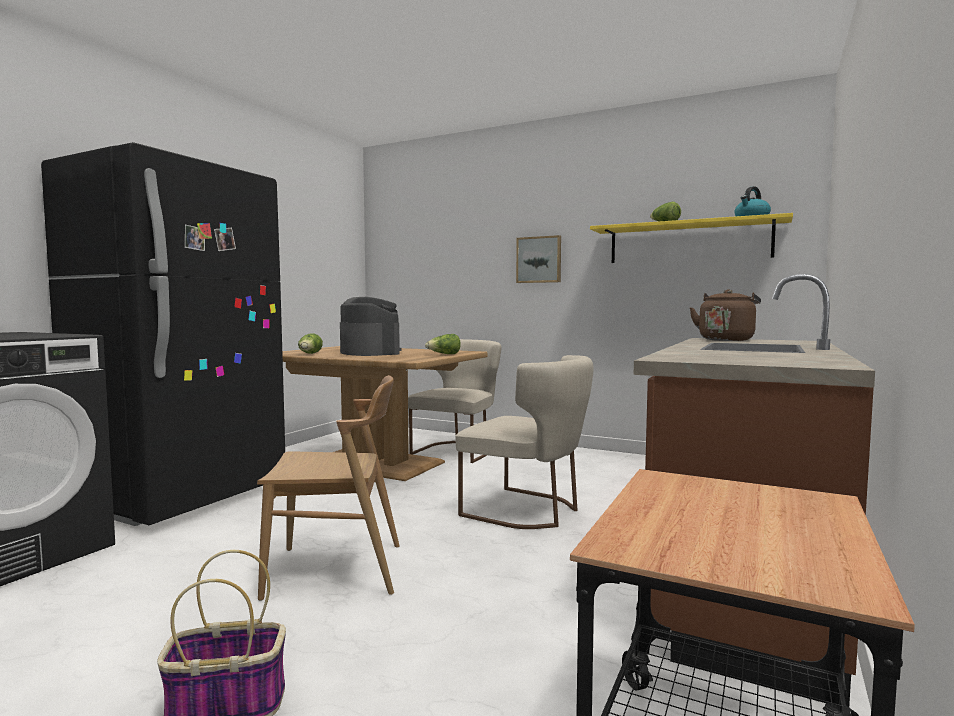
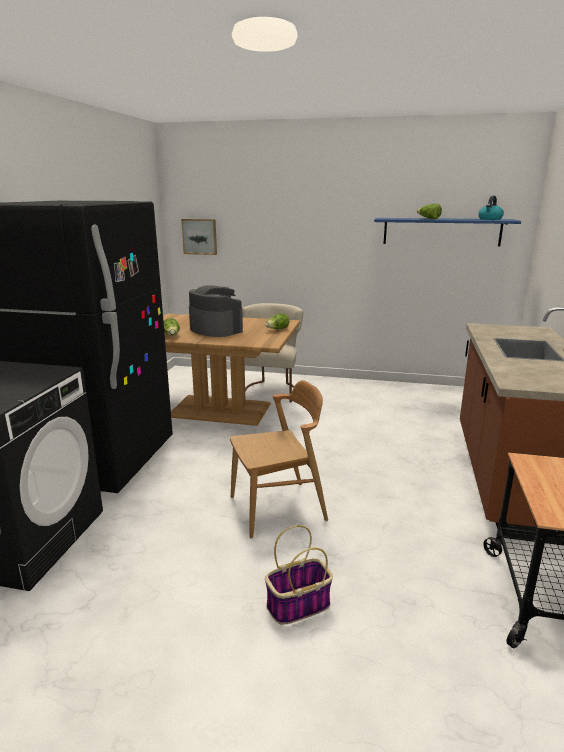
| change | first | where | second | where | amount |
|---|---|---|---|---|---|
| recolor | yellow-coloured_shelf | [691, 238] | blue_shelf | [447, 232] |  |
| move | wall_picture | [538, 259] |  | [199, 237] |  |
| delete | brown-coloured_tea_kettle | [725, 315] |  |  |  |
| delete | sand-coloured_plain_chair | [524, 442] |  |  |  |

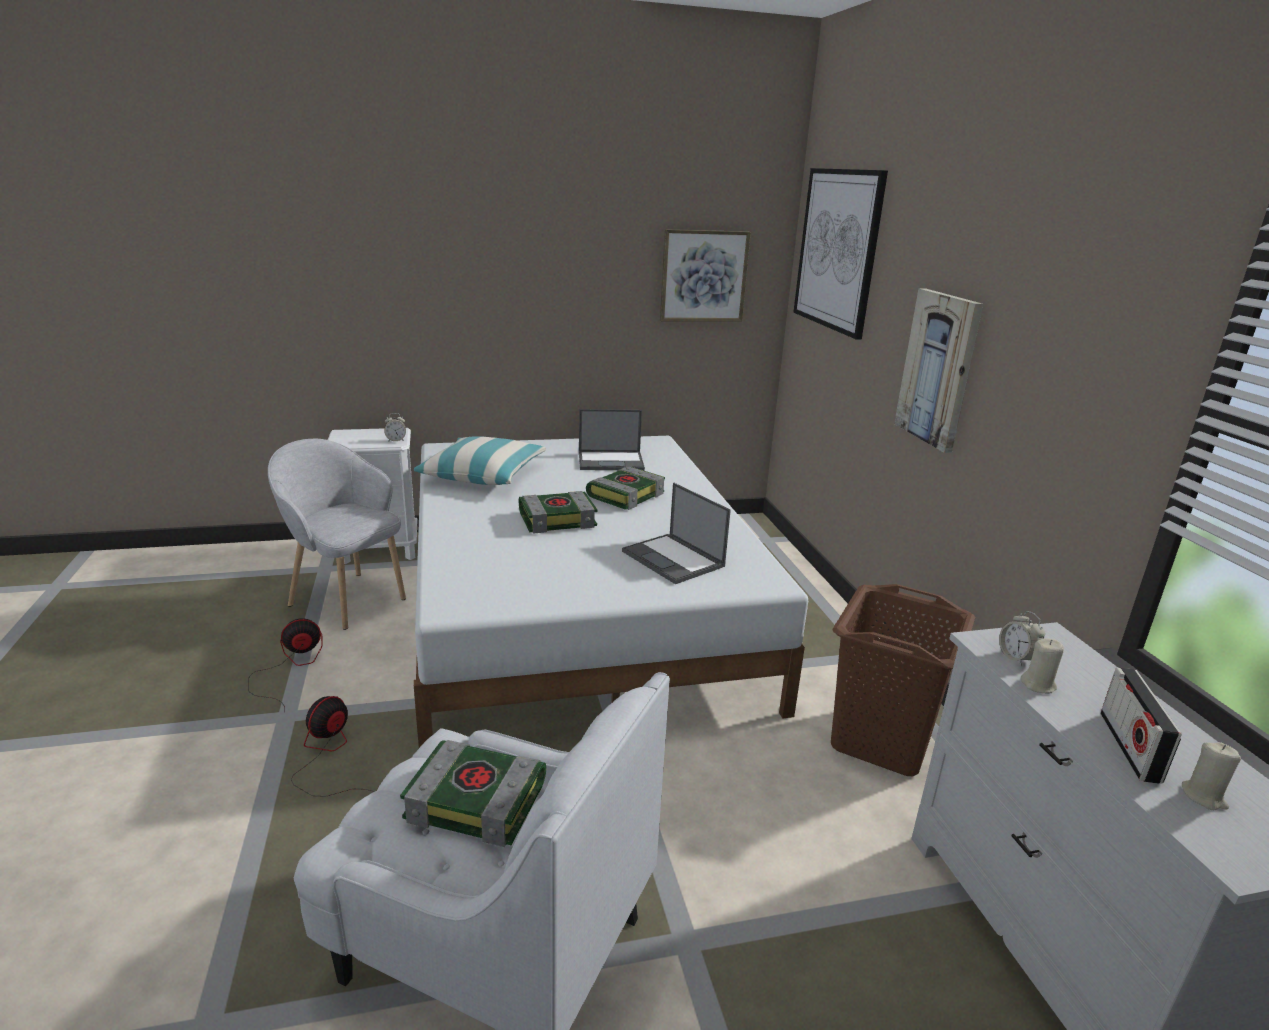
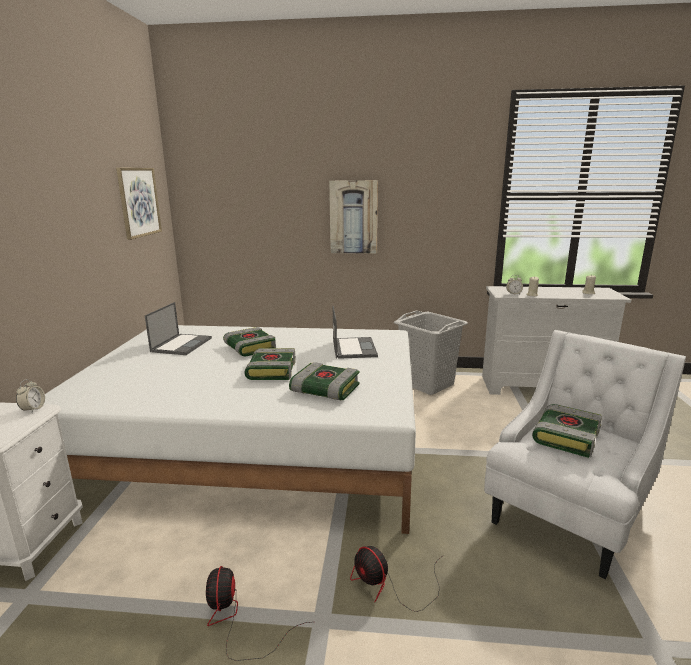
| change | first | where | second | where | amount |
|---|---|---|---|---|---|
| delete | wall_picture | [840, 253] |  |  |  |
| delete | cushion | [480, 460] |  |  |  |
| delete | grey_armchair | [337, 534] |  |  |  |
| rotate | portable_computer | [676, 533] |  | [355, 332] | 75 degrees counterclockwise |
| recolor | brown-coloured_laundry_basket | [903, 680] | grey_laundry_basket | [431, 352] |  |
| delete | radio_set | [1141, 726] |  |  |  |
| insert |  |  | volume | [324, 381] |  |

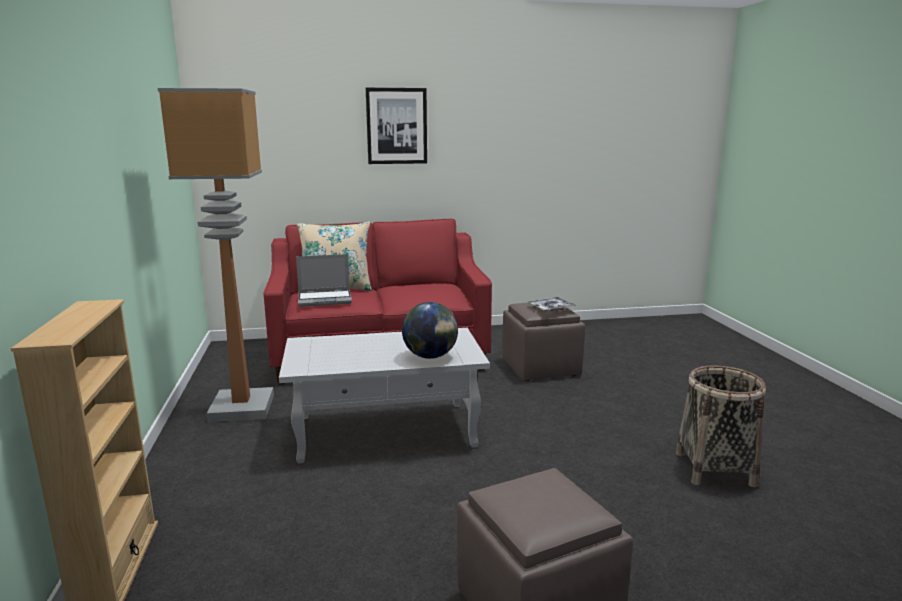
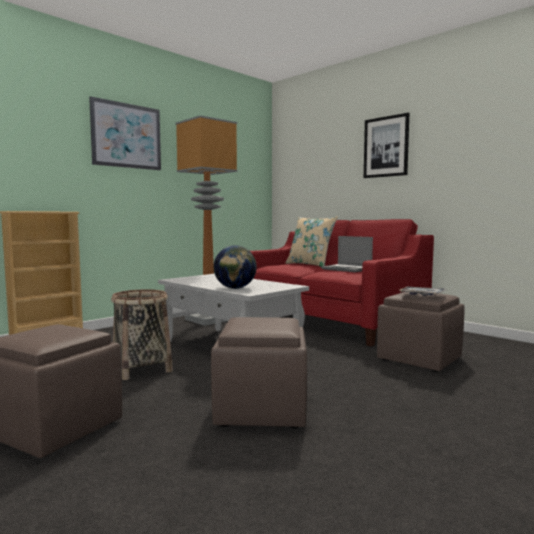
| change | first | where | second | where | amount |
|---|---|---|---|---|---|
| move | portable_computer | [324, 280] |  | [347, 254] |  |
| move | basket | [721, 426] |  | [142, 334] |  |
| insert |  |  | wall_picture | [125, 133] |  |
| insert |  |  | brown-coloured_pouffe | [259, 372] |  |

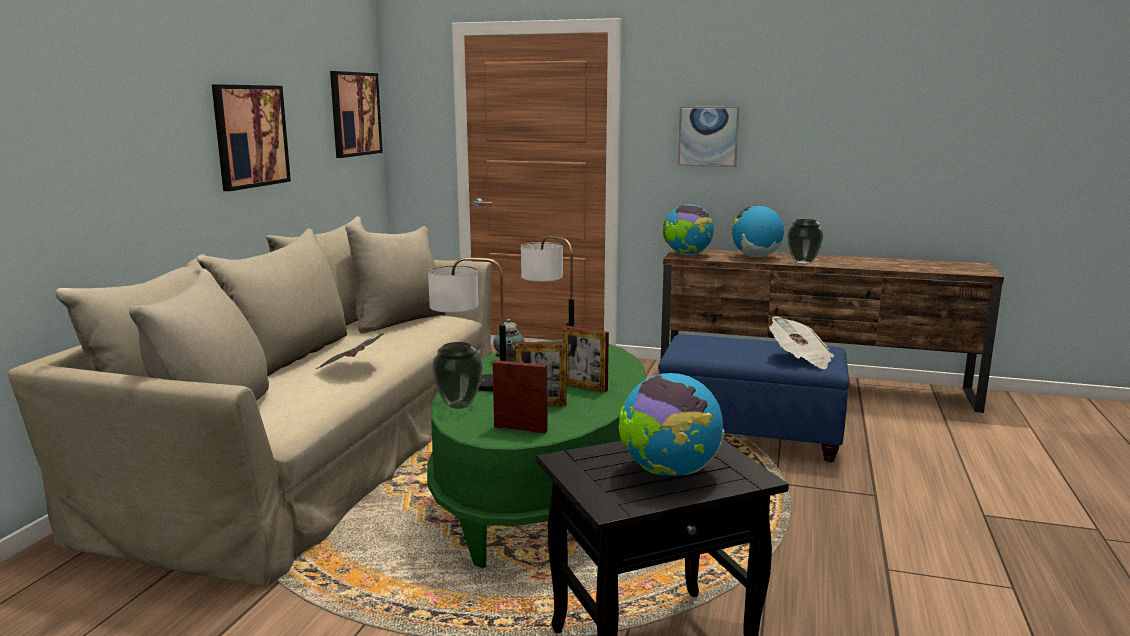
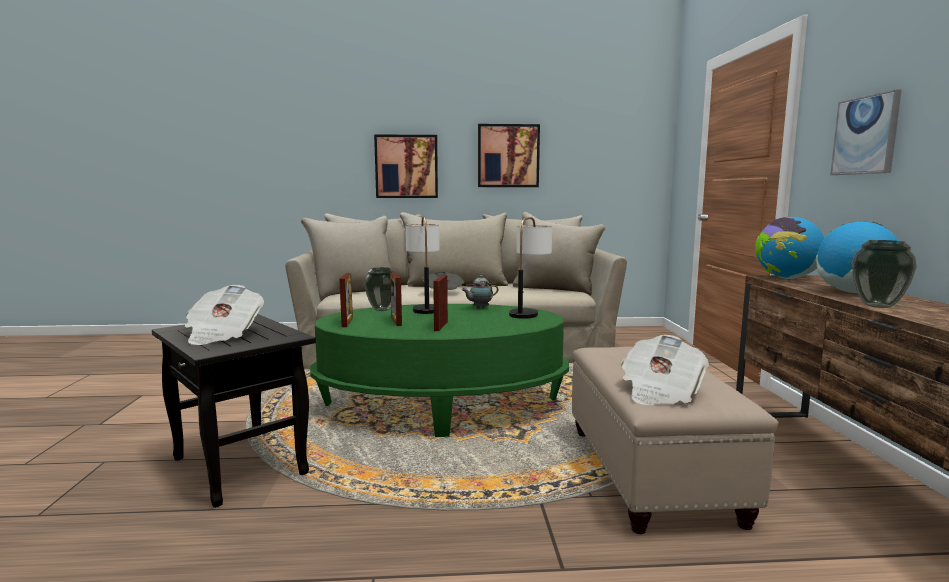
| change | first | where | second | where | amount |
|---|---|---|---|---|---|
| move | wall_picture | [356, 114] |  | [406, 166] |  |
| recolor | blue_pouffe | [753, 398] | sand-coloured_pouffe | [675, 440] |  |
| replace | globe | [671, 424] | printed_paper | [224, 315] |  |

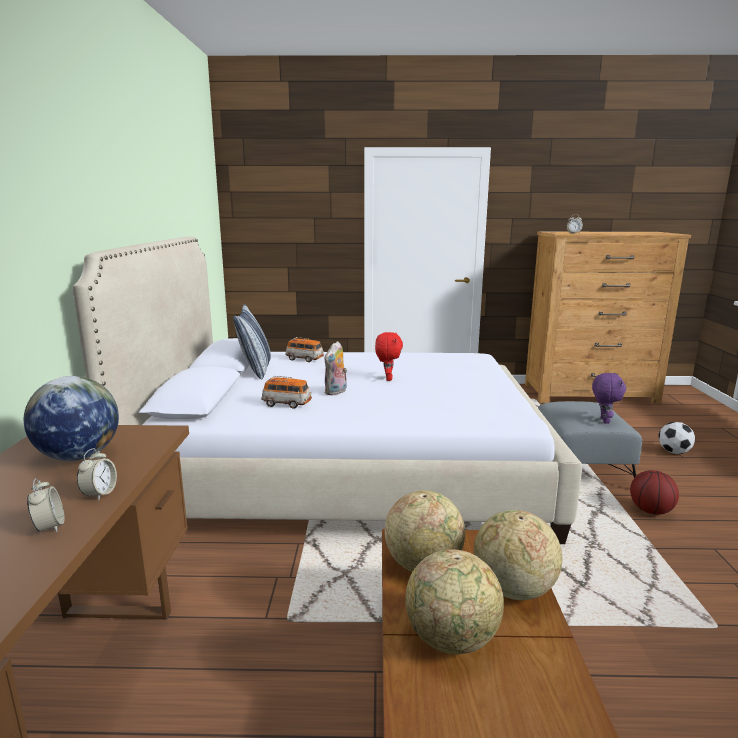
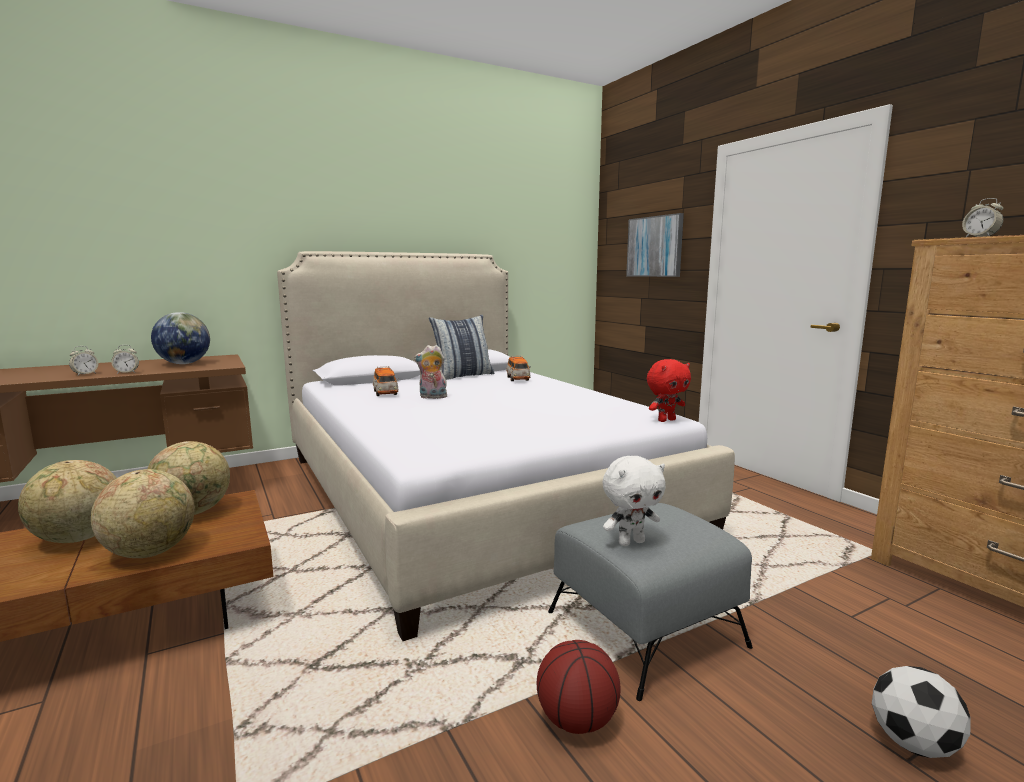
| change | first | where | second | where | amount |
|---|---|---|---|---|---|
| move | reddish_plush_toy | [389, 356] |  | [669, 390] |  |
| recolor | purplish_plush_toy | [609, 398] | white-coloured_plush_toy | [634, 501] |  |
| insert |  |  | wall_picture | [655, 245] |  |

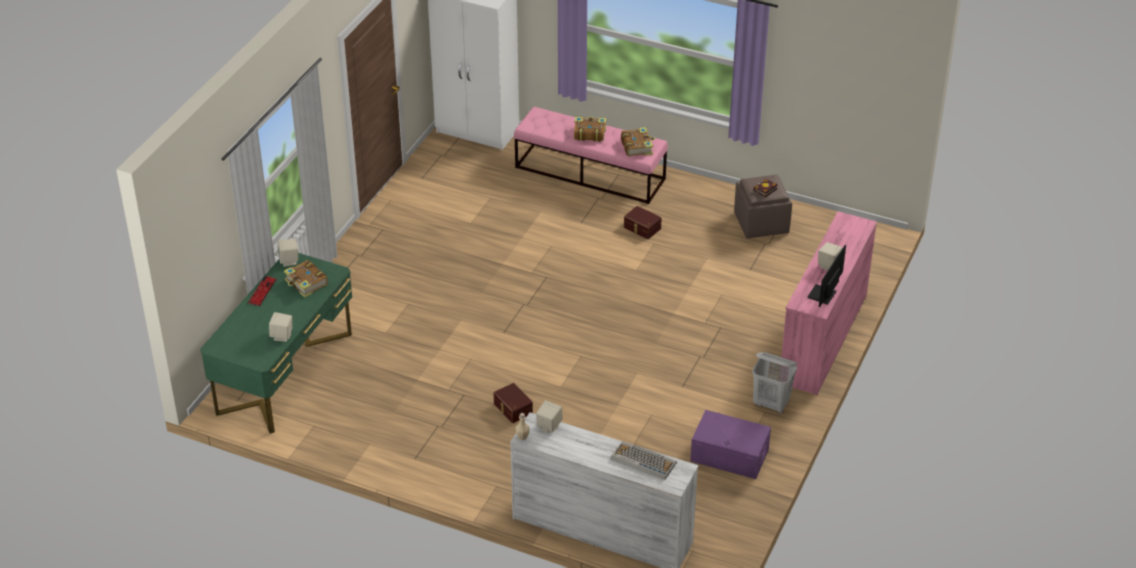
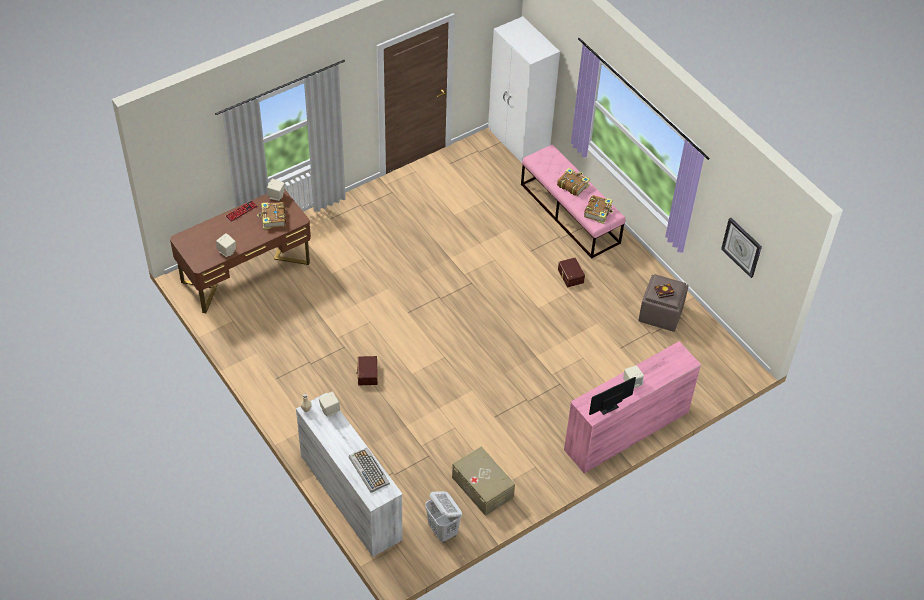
| change | first | where | second | where | amount |
|---|---|---|---|---|---|
| recolor | greenish_desk | [276, 343] | brown-coloured_desk | [240, 251] |  |
| move | white-coloured_laundry_basket | [774, 382] |  | [443, 517] |  |
| recolor | purplish_storage_container | [730, 444] | sand-coloured_storage_container | [483, 481] |  |
| insert |  |  | wall_clock | [741, 248] |  |

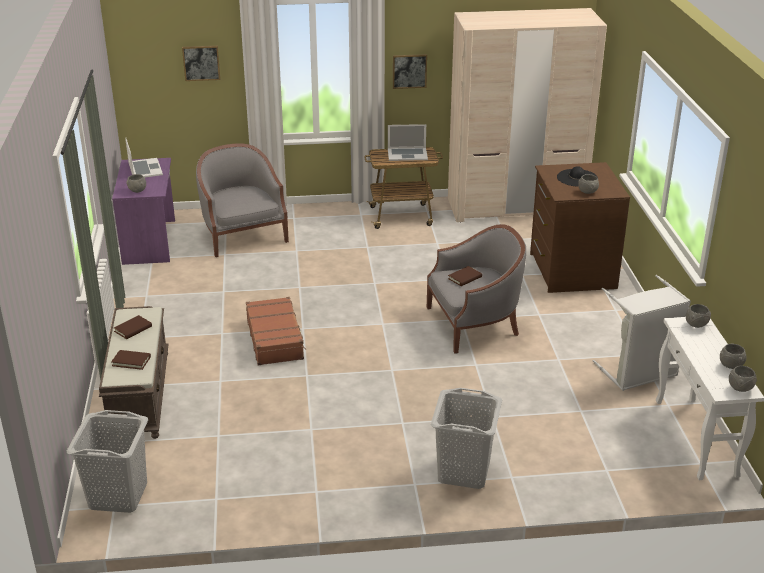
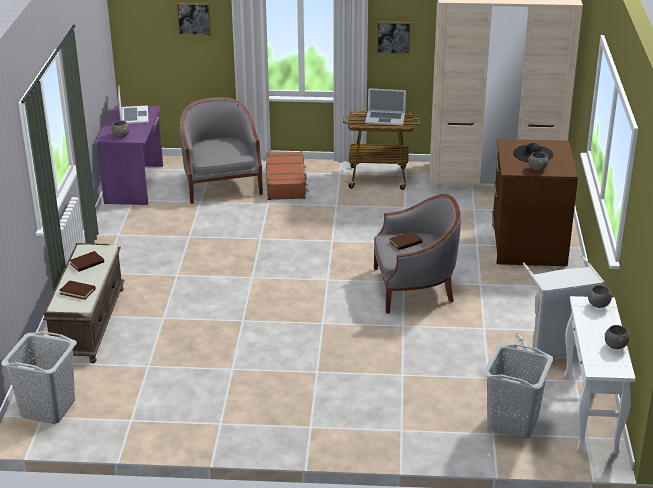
| change | first | where | second | where | amount |
|---|---|---|---|---|---|
| move | brown-coloured_travel_case | [276, 331] |  | [287, 175] |  |
| delete | grey_serving_bowl | [743, 379] |  |  |  |
| move | grey_laundry_basket | [466, 438] |  | [518, 391] |  |

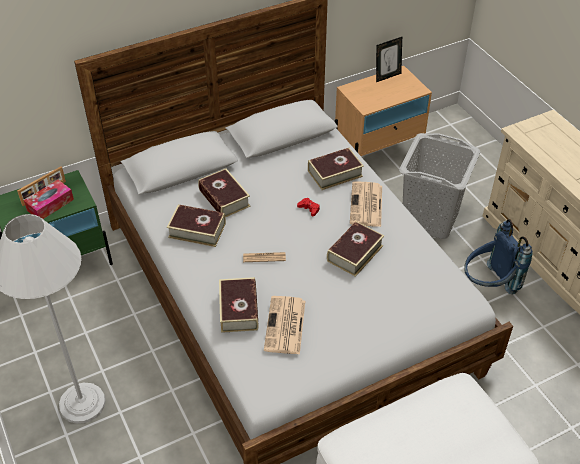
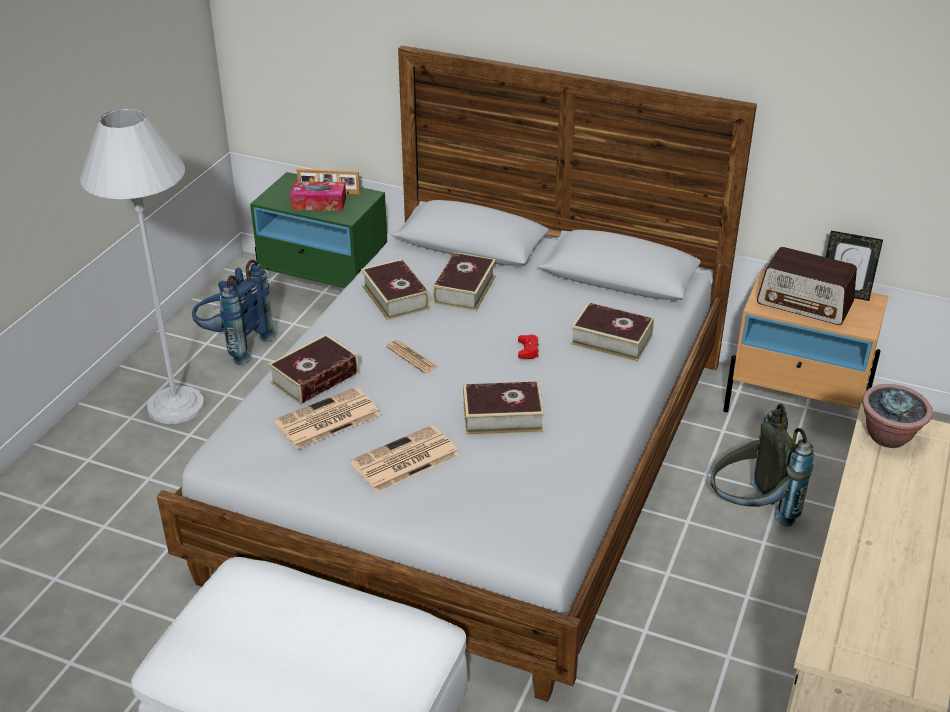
| change | first | where | second | where | amount |
|---|---|---|---|---|---|
| replace | grey_laundry_basket | [439, 186] | grey_knapsack | [762, 465] |  |
| move | printed_paper | [366, 204] |  | [404, 458] |  |
| move | blue_knapsack | [498, 257] |  | [234, 312] |  |
| insert |  |  | radio_set | [807, 286] |  |
| insert |  |  | houseplant | [897, 416] |  |

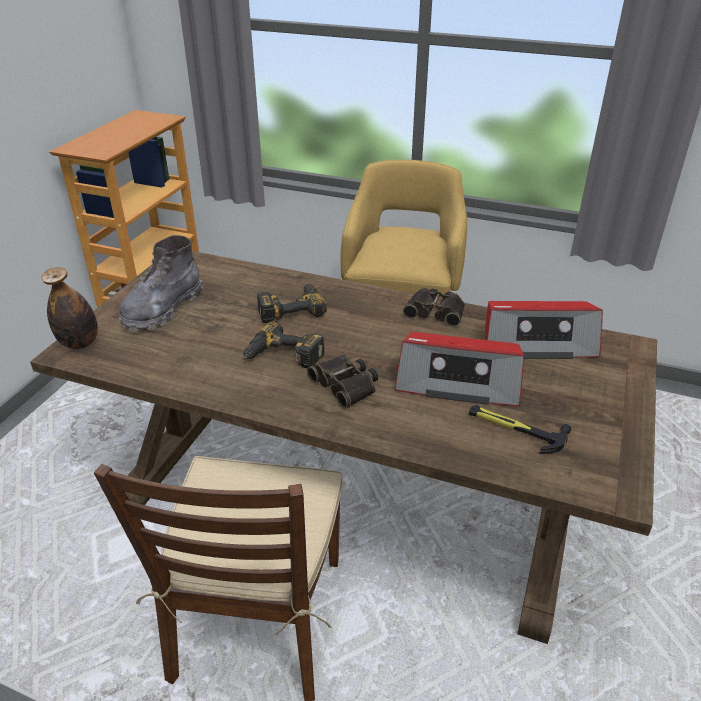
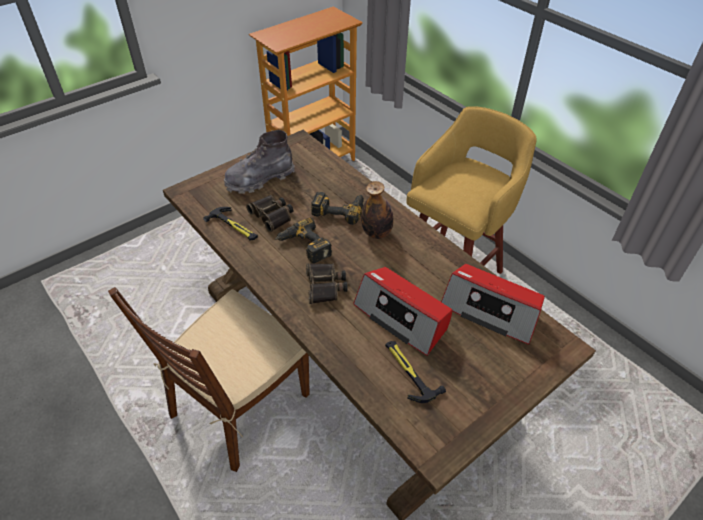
| change | first | where | second | where | amount |
|---|---|---|---|---|---|
| move | beverage_bottle | [69, 308] |  | [377, 210] |  |
| move | binoculars | [434, 307] |  | [269, 213] |  |
| insert |  |  | hand_hammer | [230, 224] |  |

